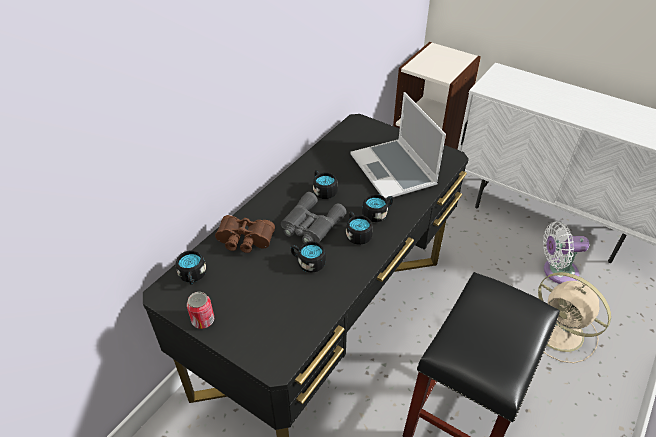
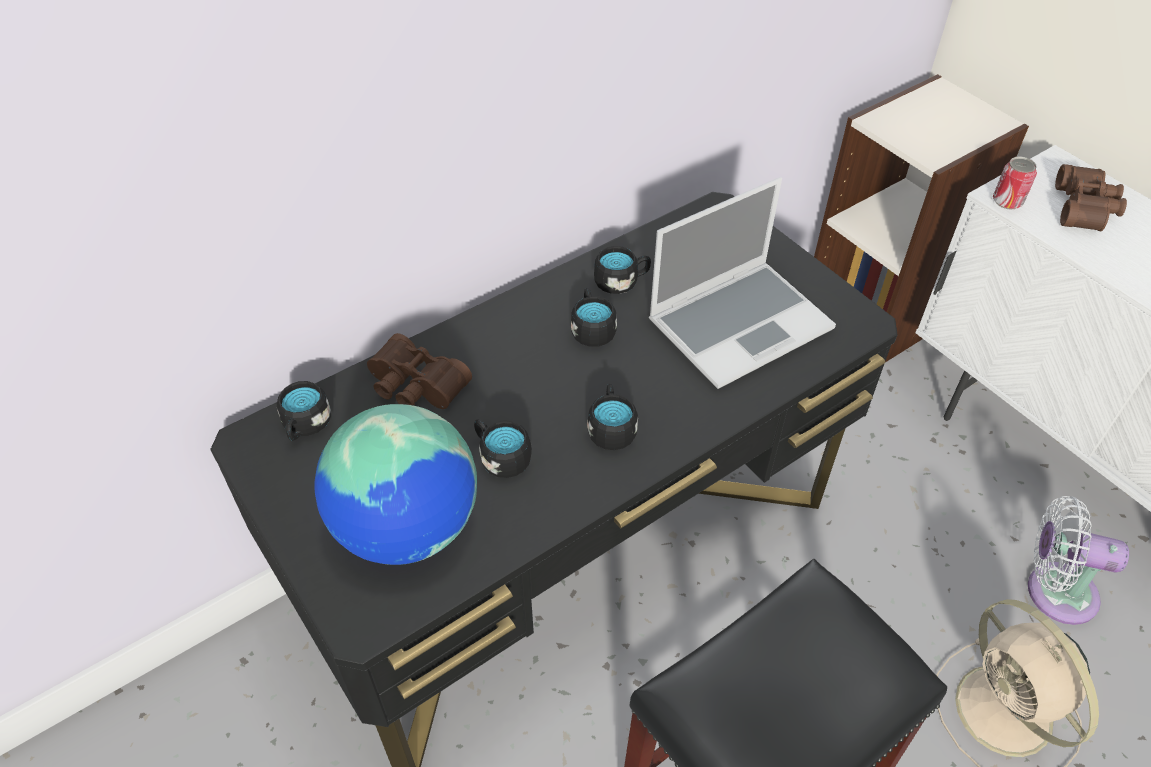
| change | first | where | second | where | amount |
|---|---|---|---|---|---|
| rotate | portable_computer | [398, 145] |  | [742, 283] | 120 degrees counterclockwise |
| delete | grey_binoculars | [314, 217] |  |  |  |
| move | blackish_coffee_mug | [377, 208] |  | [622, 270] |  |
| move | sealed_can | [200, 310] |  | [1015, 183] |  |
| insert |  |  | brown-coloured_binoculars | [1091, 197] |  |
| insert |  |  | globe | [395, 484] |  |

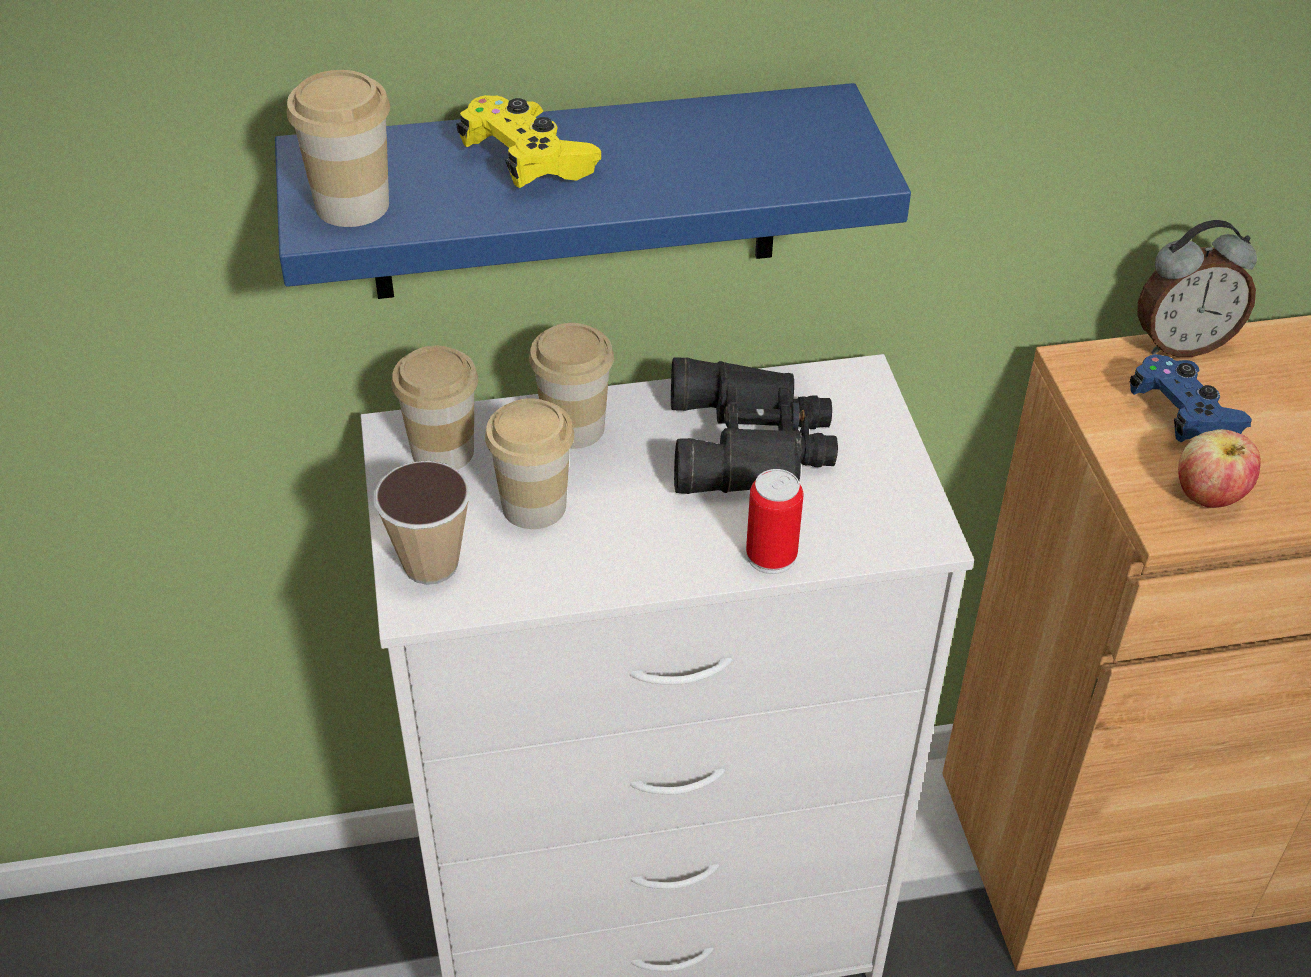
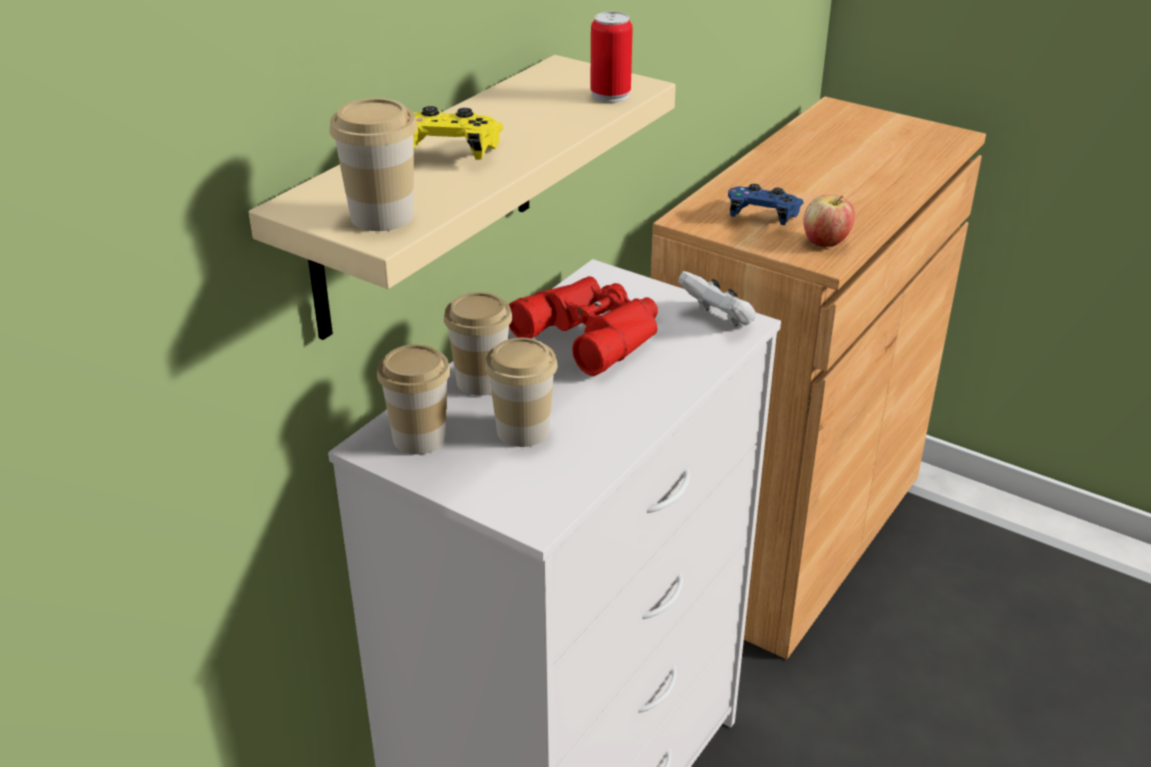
| change | first | where | second | where | amount |
|---|---|---|---|---|---|
| recolor | blue_shelf | [593, 191] | sand-coloured_shelf | [462, 197] |  |
| delete | table_clock | [1197, 288] |  |  |  |
| recolor | blackish_binoculars | [754, 425] | reddish_binoculars | [583, 326] |  |
| delete | drinking_cup | [422, 523] |  |  |  |
| move | sealed_can | [774, 521] |  | [611, 57] |  |
| insert |  |  | white-coloured_gamepad | [717, 298] |  |

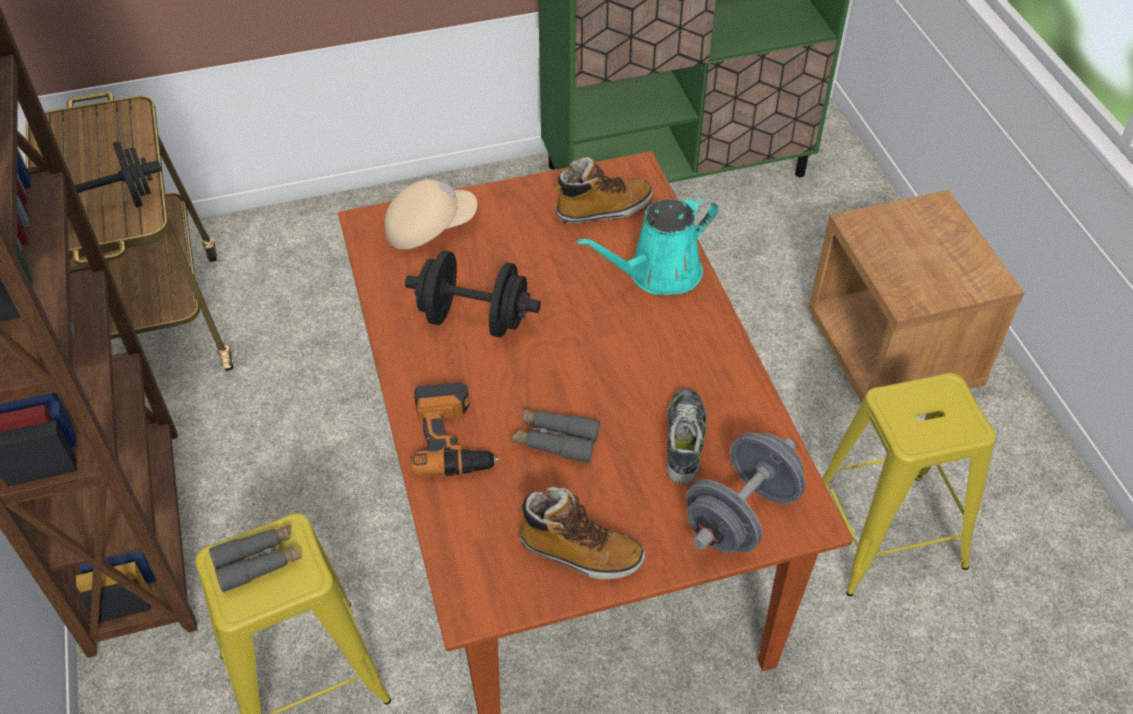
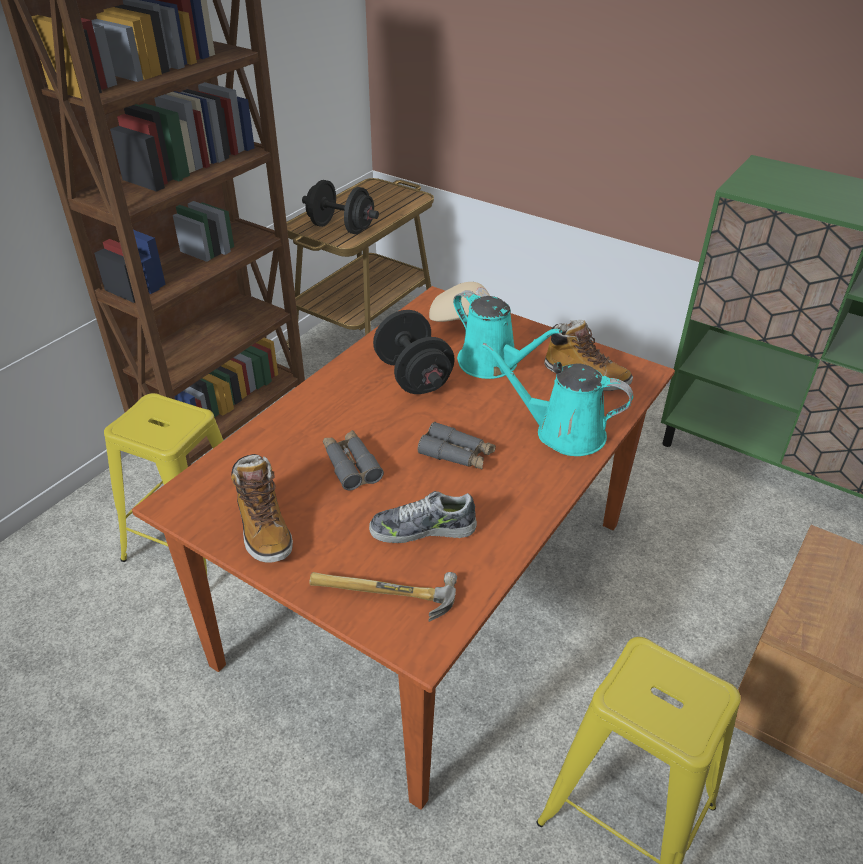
| change | first | where | second | where | amount |
|---|---|---|---|---|---|
| delete | power_drill | [454, 429] |  |  |  |
| rotate | shoe | [687, 436] |  | [423, 517] | 150 degrees counterclockwise |
| replace | grey_hand_weight | [745, 493] | hand_hammer | [383, 597] |  |
| move | grey_binoculars | [255, 559] |  | [457, 446] |  |
| insert |  |  | blue-green_sprinkling_can | [507, 334] |  |

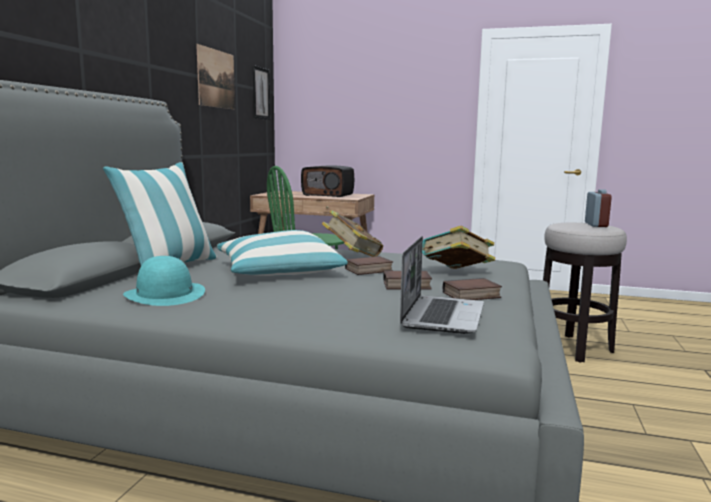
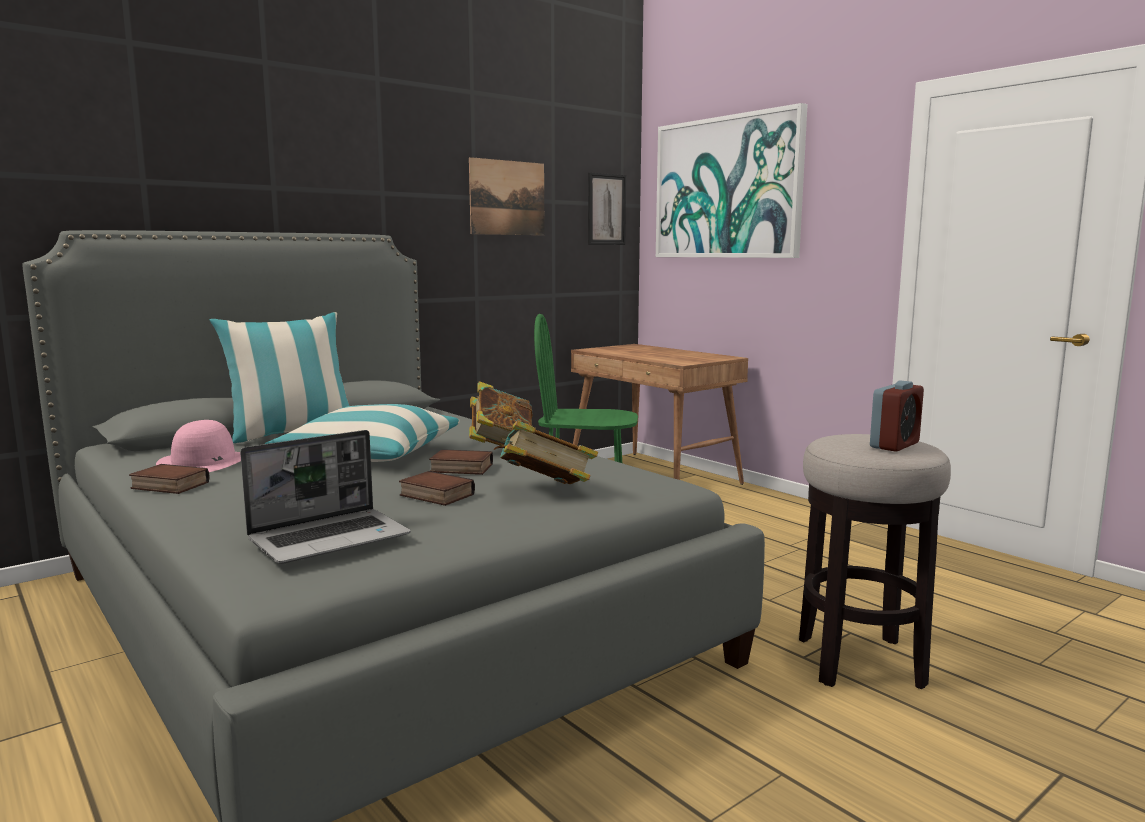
| change | first | where | second | where | amount |
|---|---|---|---|---|---|
| delete | radio_set | [327, 181] |  |  |  |
| recolor | blue-green_hat | [164, 281] | pink_hat | [198, 446] |  |
| move | volume | [472, 289] |  | [169, 479] |  |
| insert |  |  | wall_picture | [732, 180] |  |

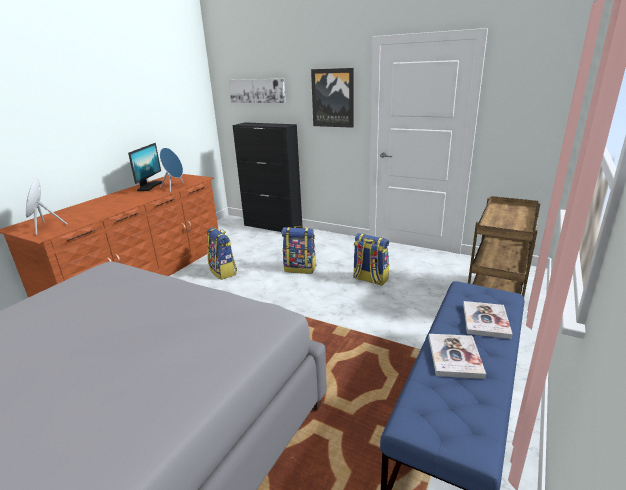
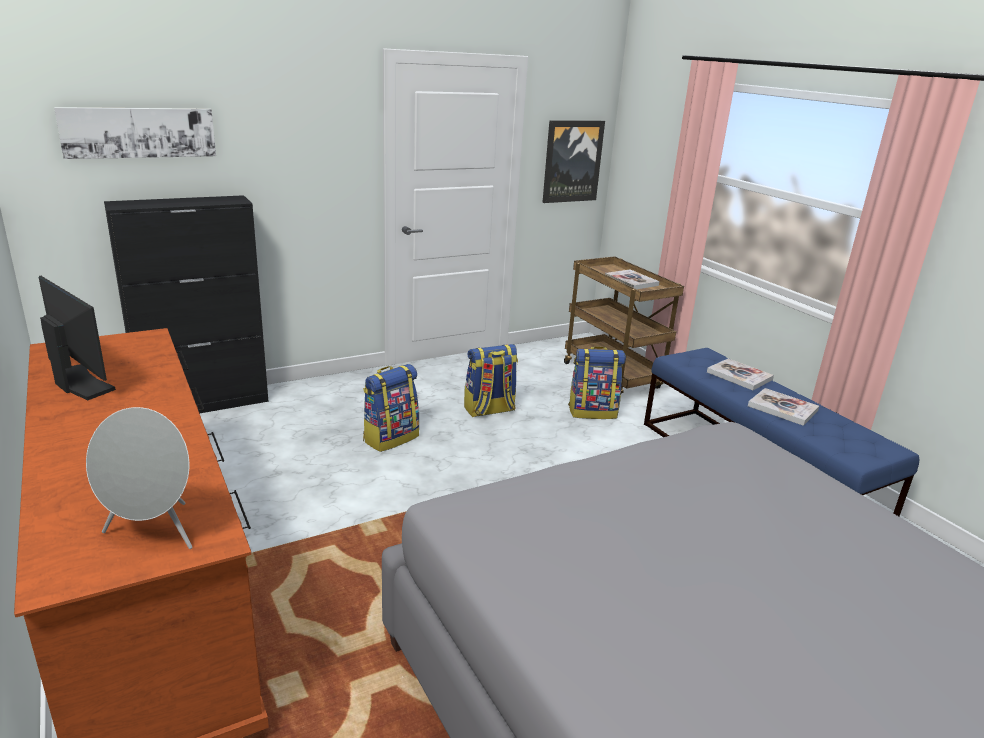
| change | first | where | second | where | amount |
|---|---|---|---|---|---|
| move | wall_picture | [332, 98] |  | [573, 161] |  |
| delete | blue_speaker | [172, 170] |  |  |  |
| move | knapsack | [222, 253] |  | [597, 382] |  |
| insert |  |  | volume | [632, 279] |  |

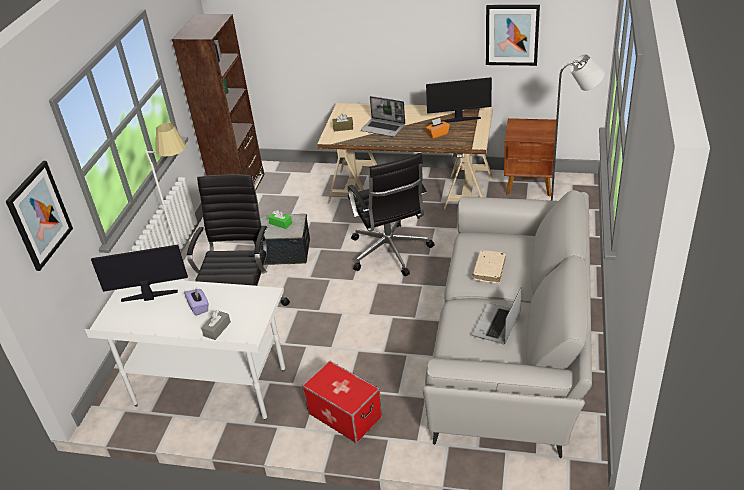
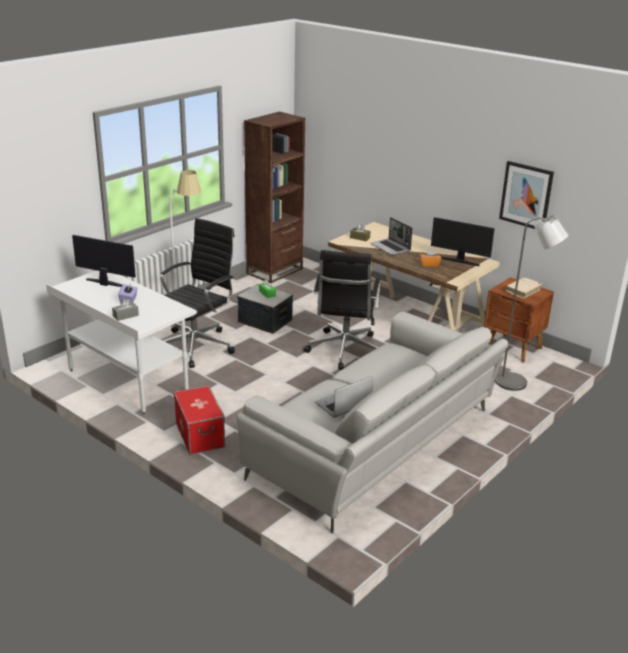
| change | first | where | second | where | amount |
|---|---|---|---|---|---|
| delete | wall_picture | [39, 216] |  |  |  |
| move | sand-coloured_volume | [489, 267] |  | [524, 288] |  |

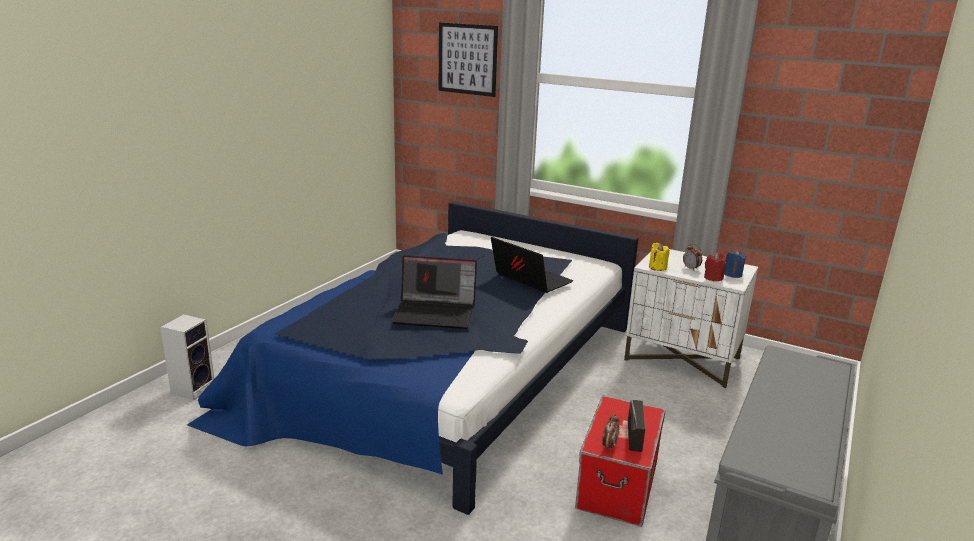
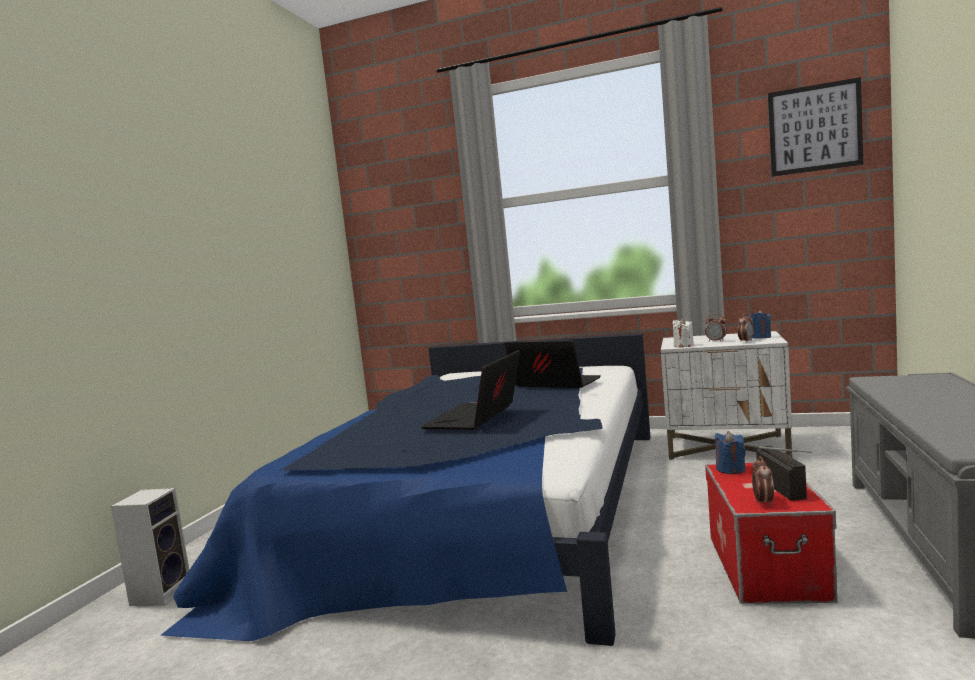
| change | first | where | second | where | amount |
|---|---|---|---|---|---|
| move | wall_picture | [468, 59] |  | [815, 127] |  |
| recolor | yellow-coloured_wax_light | [659, 257] | white-coloured_wax_light | [683, 333] |  |
| replace | reddish_wax_light | [715, 267] | table_clock | [745, 328] |  |
| rotate | portable_computer | [434, 292] |  | [470, 390] | 120 degrees clockwise |
| insert |  |  | blue_wax_light | [730, 452] |  |

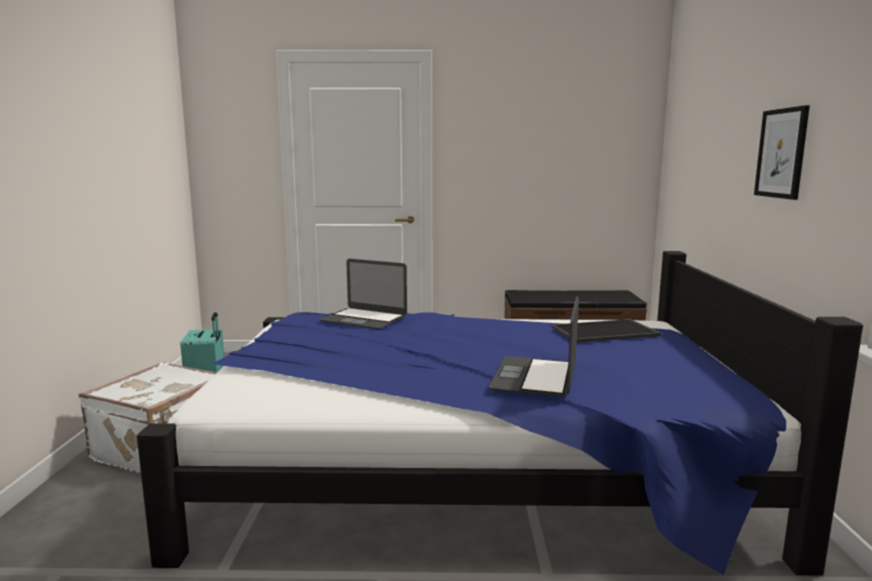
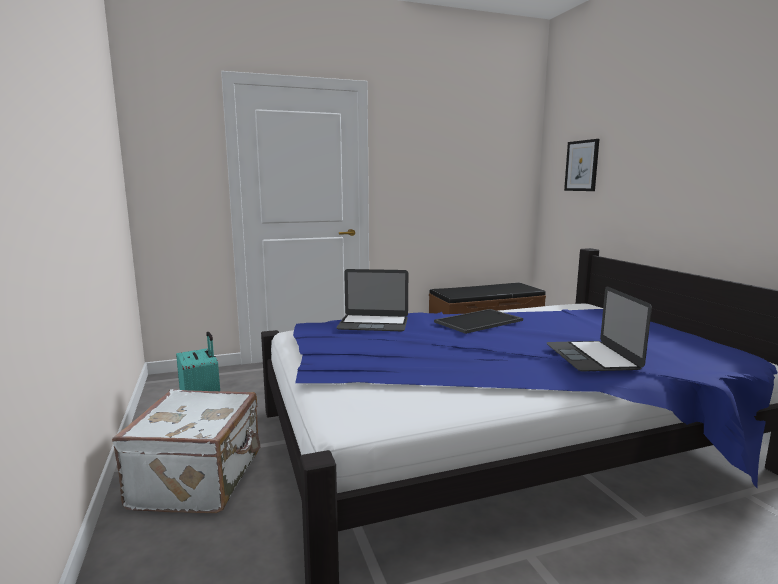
| change | first | where | second | where | amount |
|---|---|---|---|---|---|
| move | wall_picture | [782, 152] |  | [581, 165] |  |
| move | tray | [606, 331] |  | [478, 321] |  |

